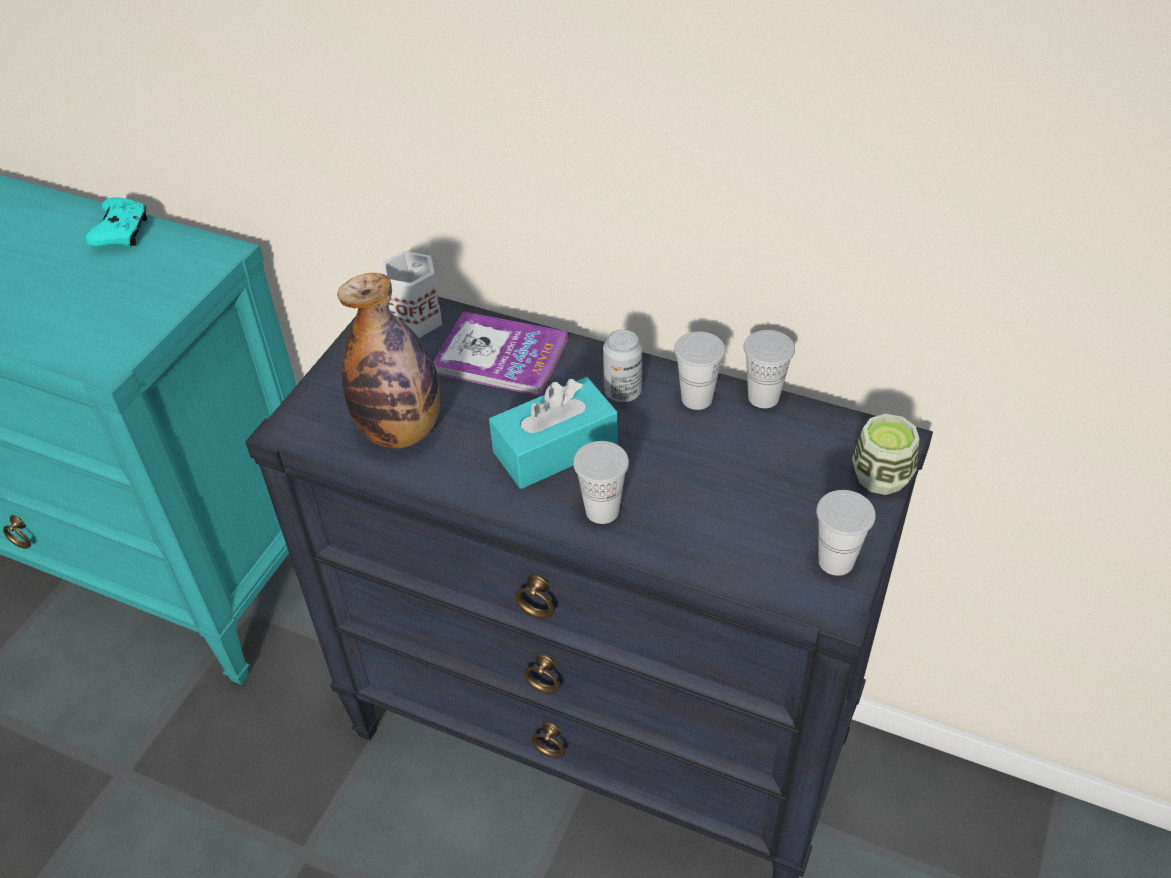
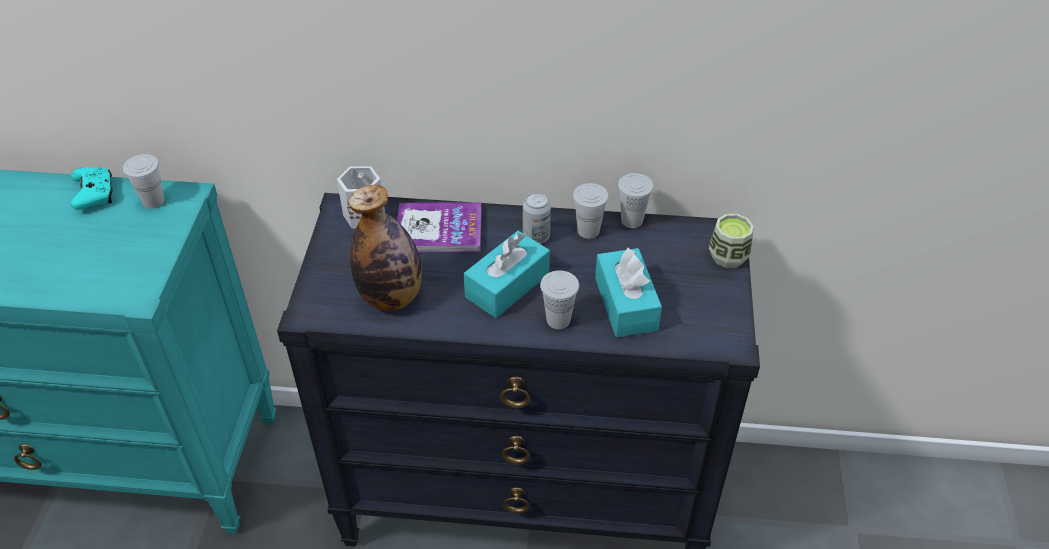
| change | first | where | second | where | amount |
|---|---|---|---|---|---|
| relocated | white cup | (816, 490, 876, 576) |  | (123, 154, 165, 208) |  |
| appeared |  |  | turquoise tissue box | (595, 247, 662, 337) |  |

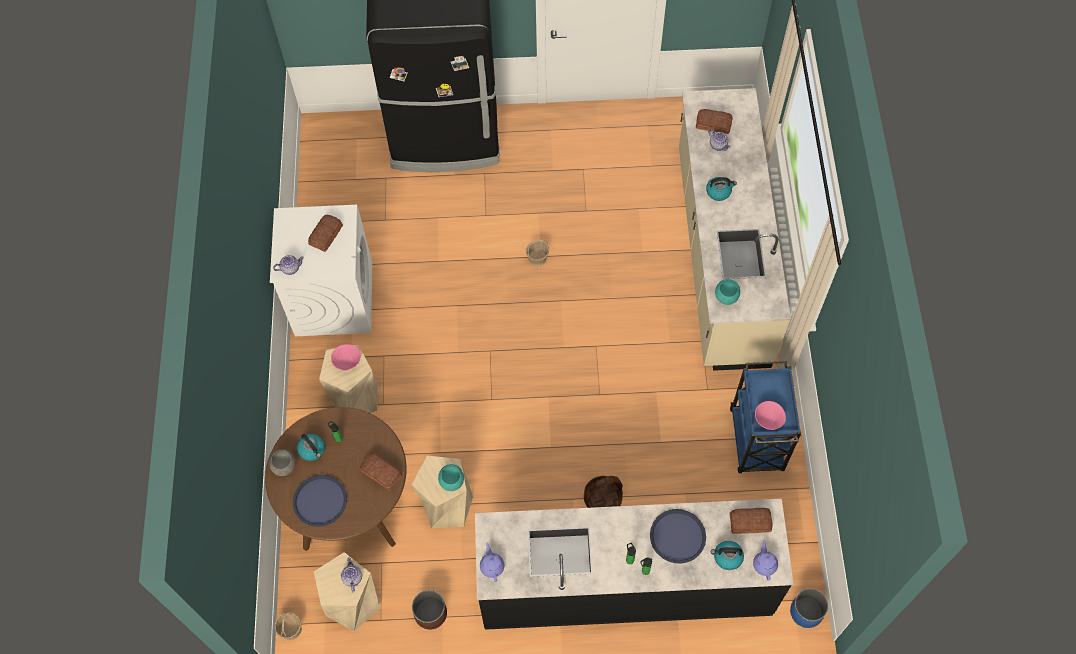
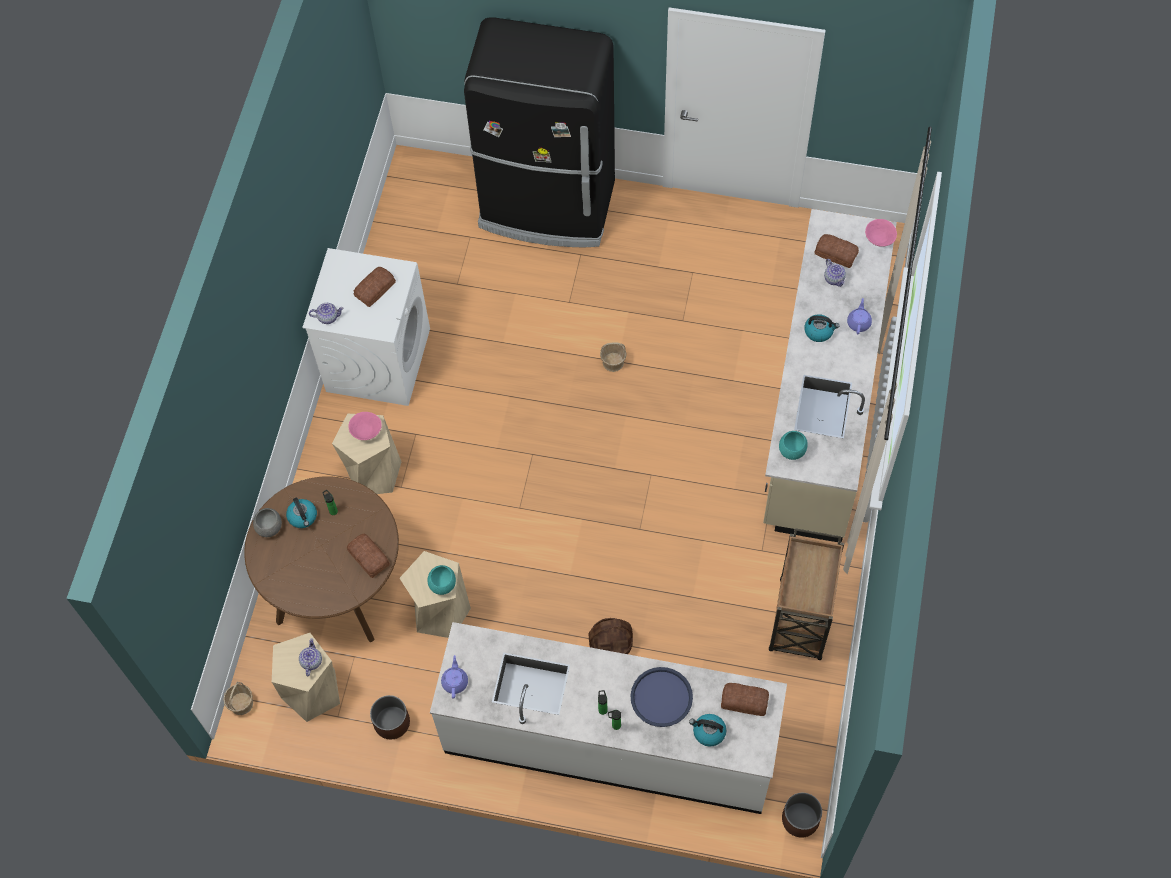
| change | first | where | second | where | amount |
|---|---|---|---|---|---|
| colour | black counter | (475, 499, 794, 630) | white counter | (430, 622, 787, 814) |  |
| colour | blue cart | (730, 361, 801, 473) | brown cart | (769, 528, 844, 660) |  |
| colour | blue planter | (790, 588, 828, 628) | brown planter | (782, 793, 822, 838) |  |
| relocated | purple teapot | (753, 540, 778, 581) |  | (847, 298, 872, 334) |  |
| relocated | pink bowl | (755, 401, 786, 430) |  | (865, 219, 897, 247) |  |
| missing | blue tray | (293, 475, 347, 527) |  |  |  |

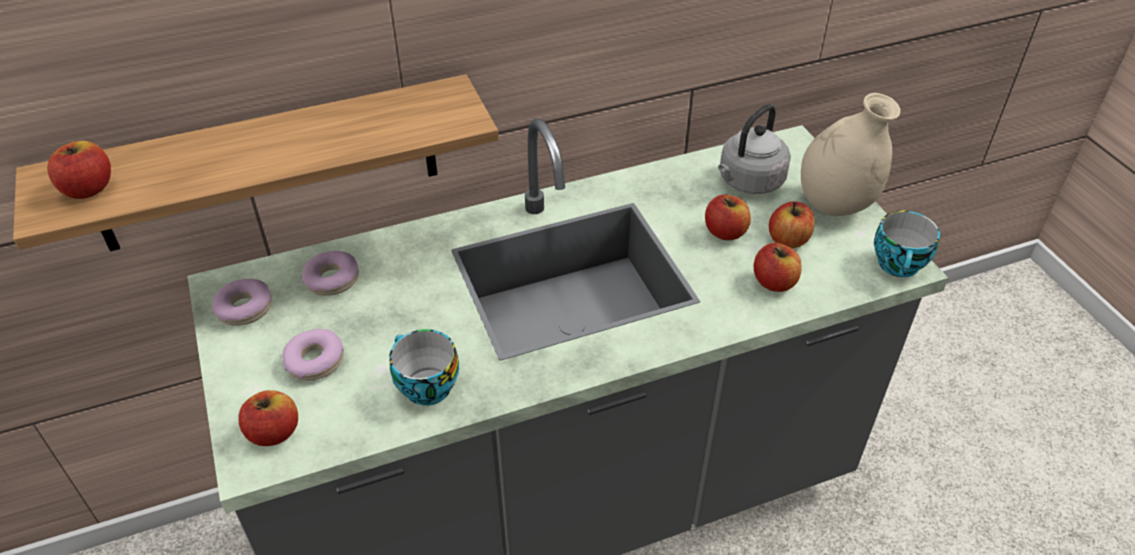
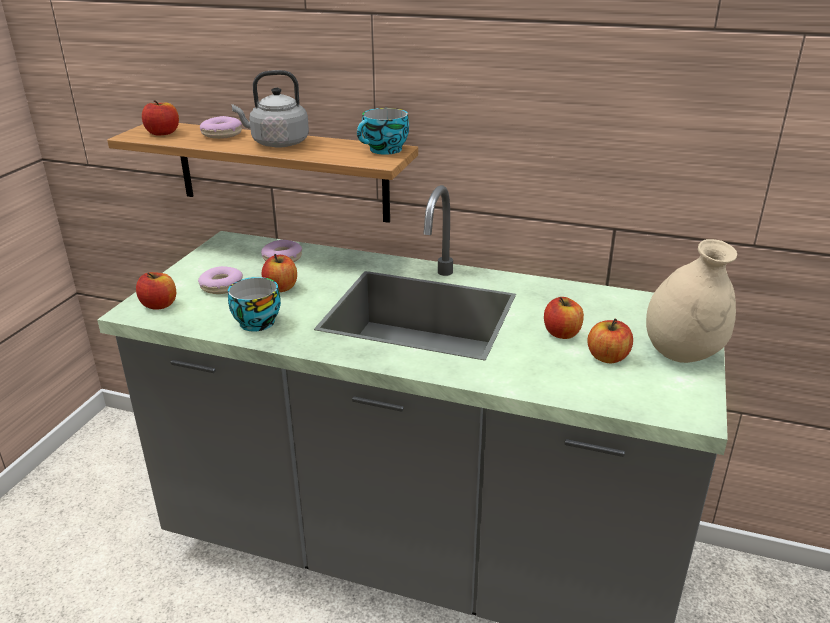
| change | first | where | second | where | amount |
|---|---|---|---|---|---|
| relocated | donut | (212, 279, 272, 326) |  | (200, 116, 242, 139) |  |
| relocated | grey kettle | (718, 104, 791, 194) |  | (232, 70, 309, 147) |  |
| relocated | apple | (754, 243, 802, 292) |  | (262, 254, 297, 292) |  |
| relocated | cup | (874, 211, 940, 277) |  | (357, 108, 409, 155) |  |

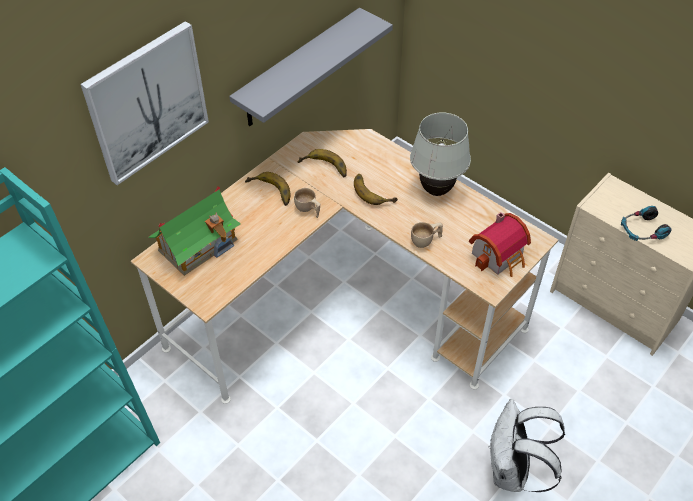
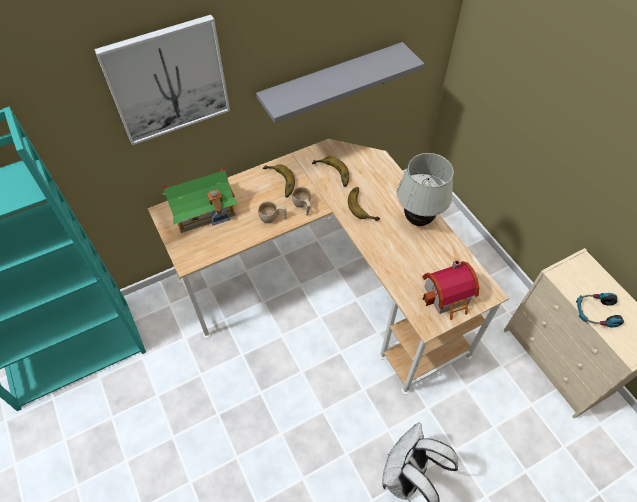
| change | first | where | second | where | amount |
|---|---|---|---|---|---|
| relocated | beige cup | (411, 222, 443, 248) |  | (258, 202, 287, 223) |  |

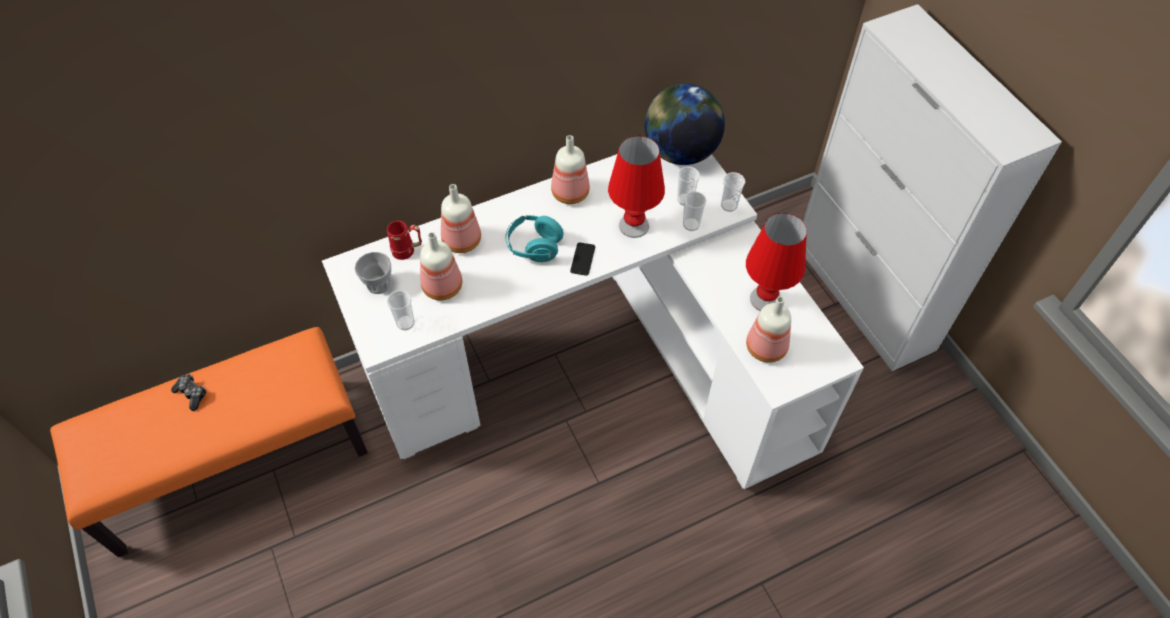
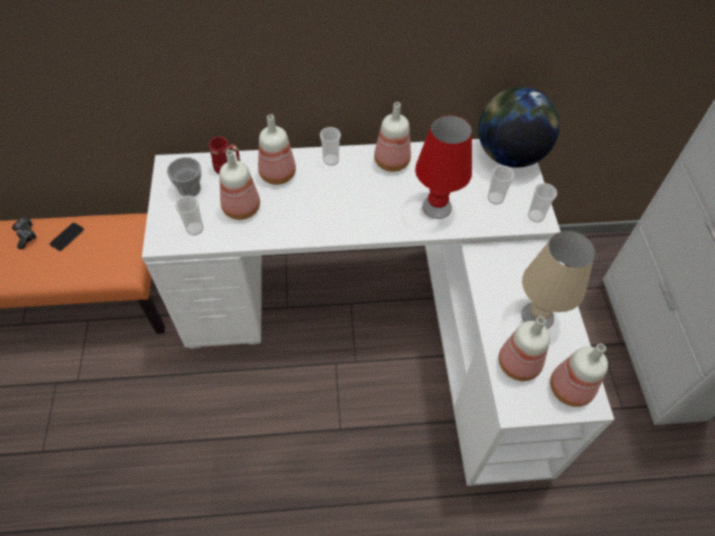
| change | first | where | second | where | amount |
|---|---|---|---|---|---|
| relocated | phone | (570, 242, 595, 276) |  | (50, 223, 84, 251) |  |
| relocated | cup | (683, 191, 706, 231) |  | (320, 127, 341, 166) |  |
| colour | red table lamp | (746, 213, 807, 311) | beige table lamp | (521, 231, 595, 329) |  |
| appeared |  |  | bottle | (550, 343, 608, 407) |  |
| missing | turquoise headphones | (505, 215, 563, 262) |  |  |  |

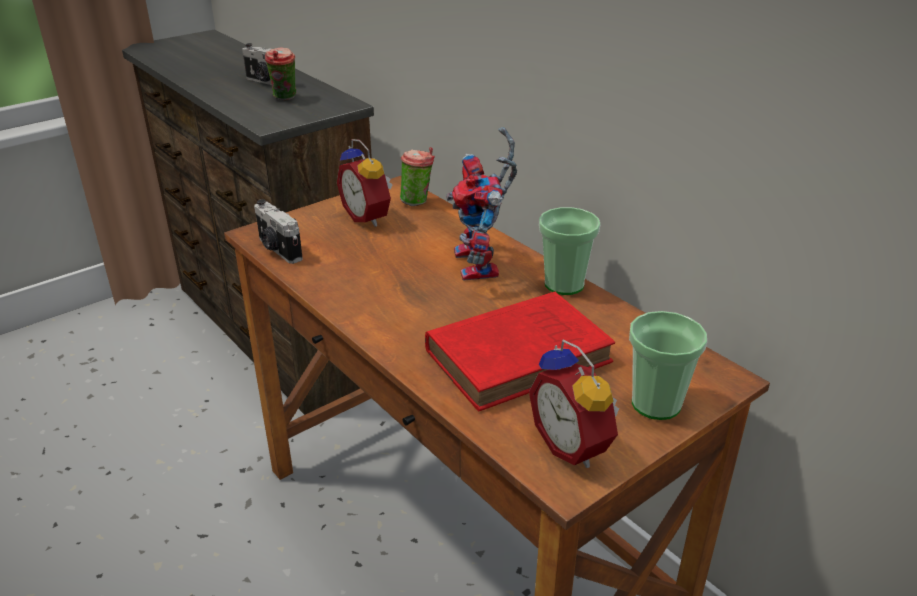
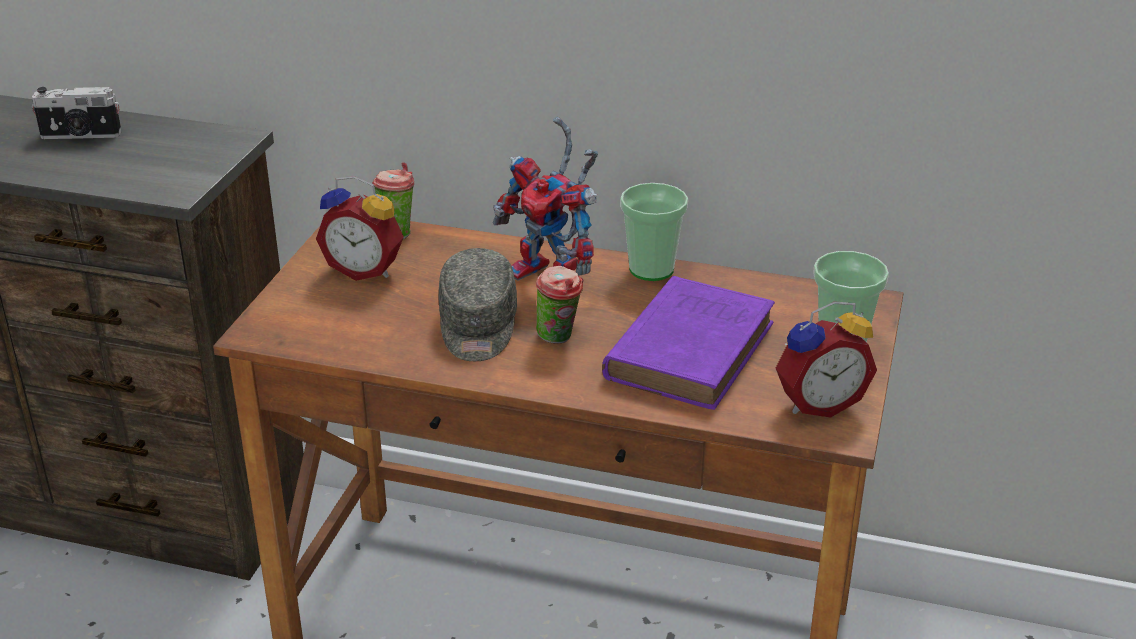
| change | first | where | second | where | amount |
|---|---|---|---|---|---|
| appeared |  |  | grey cap | (438, 248, 517, 361) |  |
| relocated | cup | (265, 47, 296, 100) |  | (536, 266, 583, 344) |  |
| colour | red book | (425, 292, 615, 411) | purple book | (602, 276, 775, 410) |  |
| spun | alarm clock | (529, 339, 619, 468) |  | (775, 301, 877, 418) | 45 degrees counterclockwise |
| missing | photo camera | (254, 199, 303, 264) |  |  |  |

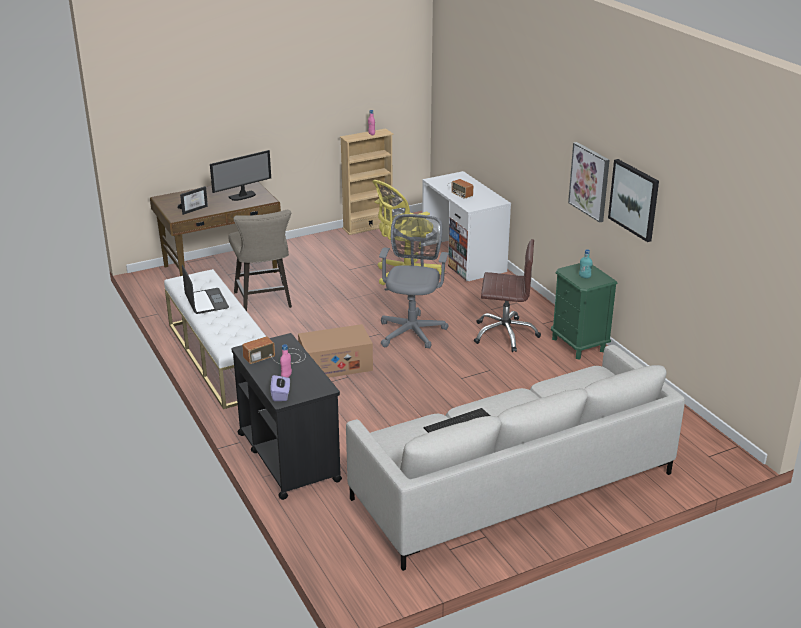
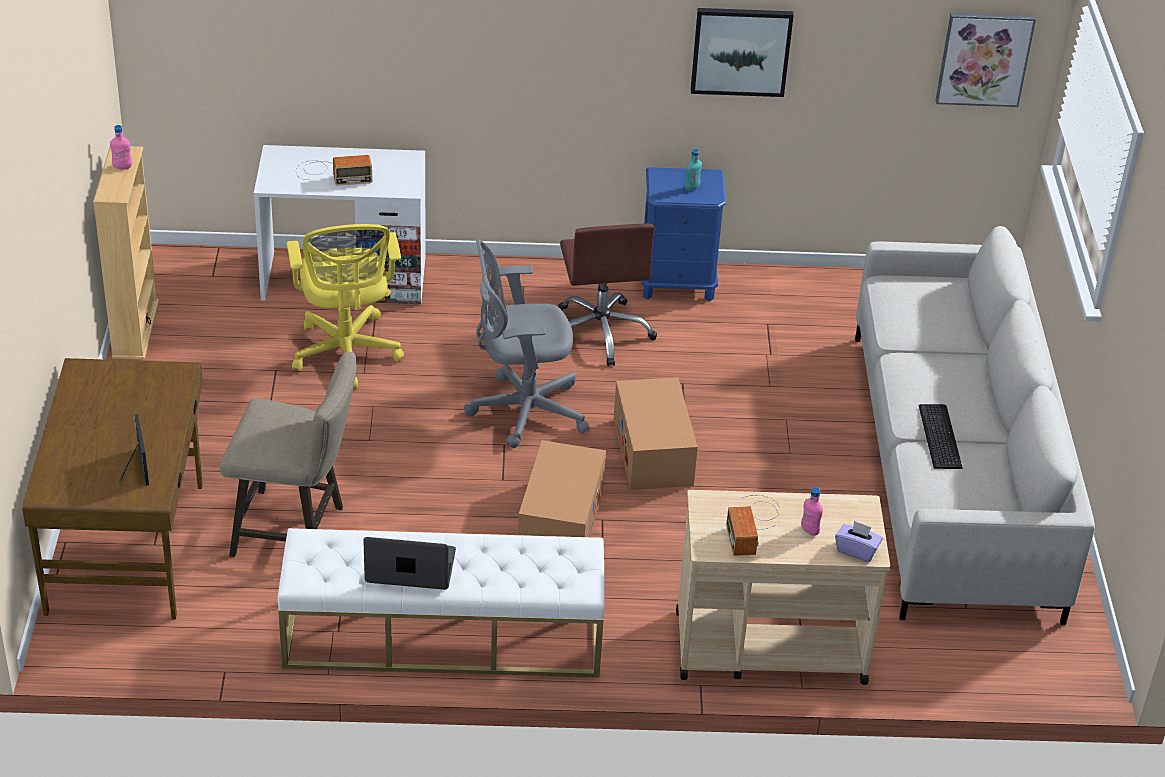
| change | first | where | second | where | amount |
|---|---|---|---|---|---|
| spun | grey office chair | (379, 214, 449, 349) |  | (464, 240, 590, 448) | 45 degrees counterclockwise |
| spun | brown office chair | (474, 239, 541, 352) |  | (558, 224, 657, 366) | 135 degrees clockwise |
| appeared |  |  | cardboard box | (614, 377, 698, 490) |  |
| colour | green nightstand | (551, 263, 618, 360) | blue nightstand | (641, 167, 726, 302) |  |
| colour | black cart | (231, 333, 342, 500) | beige cart | (676, 490, 890, 685) |  |
| relocated | picture | (568, 142, 609, 223) |  | (935, 13, 1036, 107) |  |
| missing | monitor | (210, 150, 271, 201) |  |  |  |

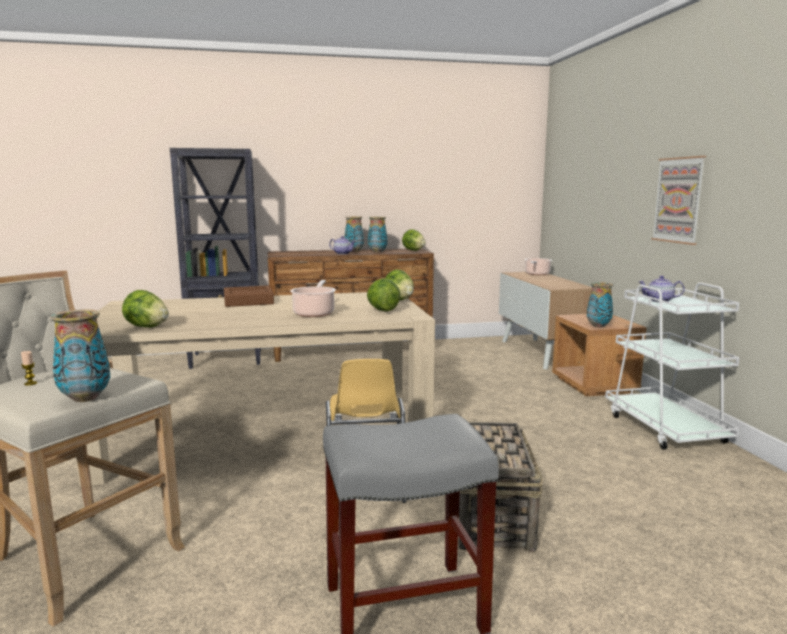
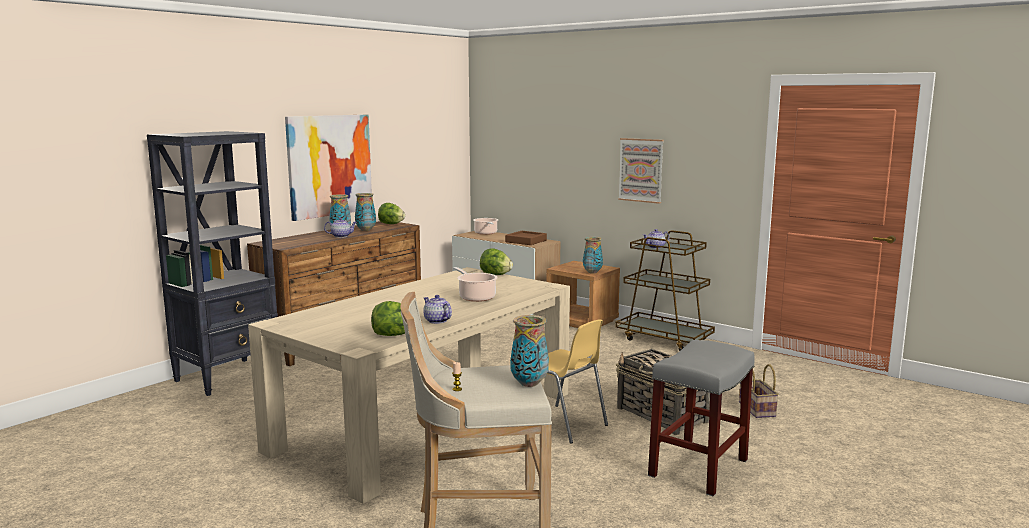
| change | first | where | second | where | amount |
|---|---|---|---|---|---|
| appeared |  |  | picture | (285, 115, 372, 221) |  |
| appeared |  |  | teapot | (423, 295, 452, 324) |  |
| relocated | brown tray | (224, 285, 274, 307) |  | (505, 231, 547, 245) |  |
| colour | white cart | (605, 282, 740, 450) | brown cart | (615, 230, 715, 351) |  |
| appeared |  |  | basket | (739, 364, 779, 418) |  |
| missing | lettuce | (367, 278, 401, 311) |  |  |  |

